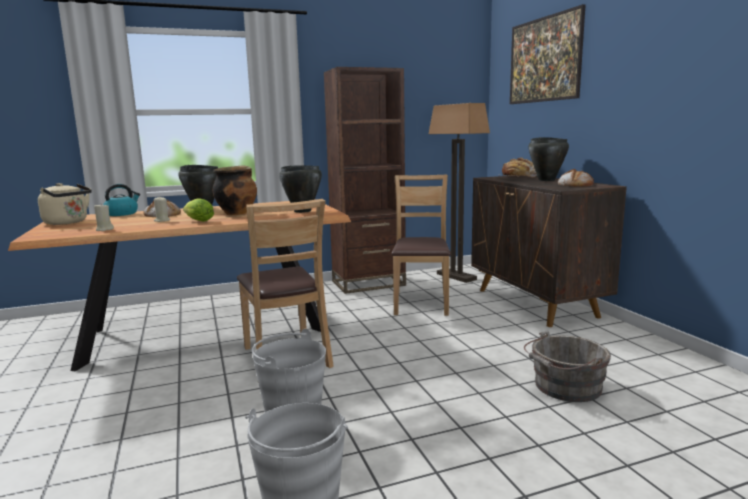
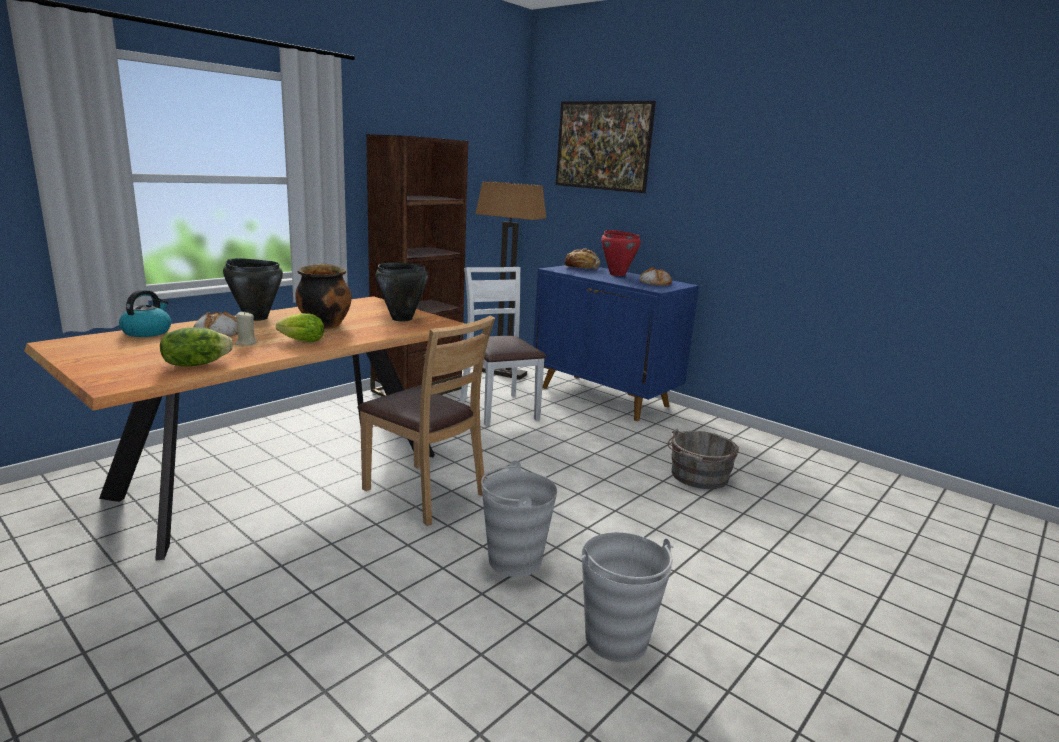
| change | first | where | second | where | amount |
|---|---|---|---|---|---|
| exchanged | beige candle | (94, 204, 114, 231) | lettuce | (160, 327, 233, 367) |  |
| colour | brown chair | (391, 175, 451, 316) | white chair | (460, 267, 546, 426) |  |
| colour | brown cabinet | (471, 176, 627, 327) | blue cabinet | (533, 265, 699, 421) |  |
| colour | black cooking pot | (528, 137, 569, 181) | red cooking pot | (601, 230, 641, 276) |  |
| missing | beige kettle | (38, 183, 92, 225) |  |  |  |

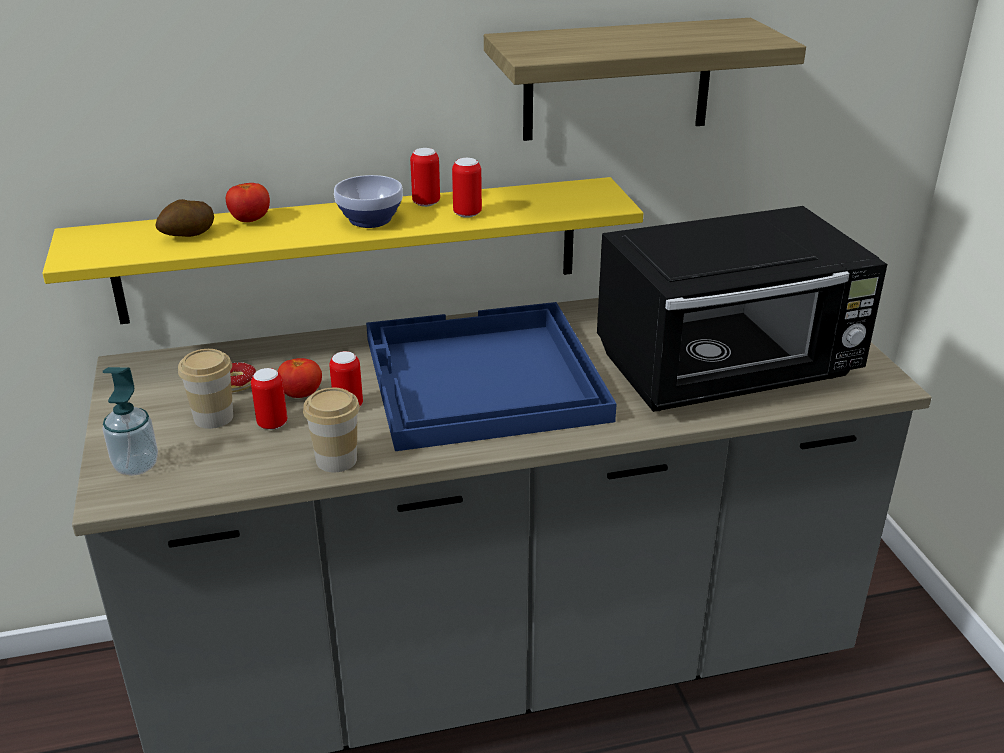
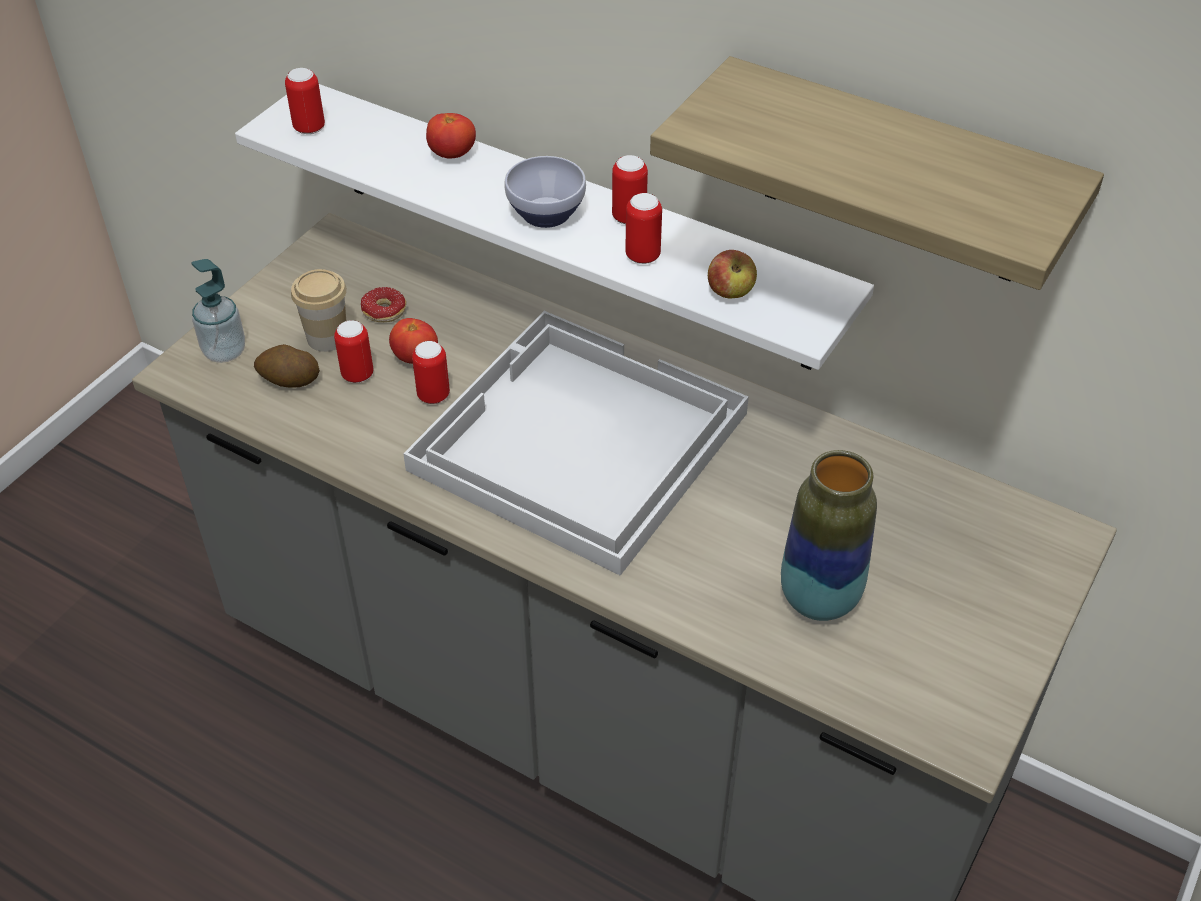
| change | first | where | second | where | amount |
|---|---|---|---|---|---|
| colour | yellow shelf | (42, 177, 643, 324) | white shelf | (235, 84, 874, 370) |  |
| relocated | potato | (155, 199, 214, 237) |  | (254, 344, 320, 388) |  |
| appeared |  |  | can | (285, 68, 325, 134) |  |
| colour | blue tray | (366, 302, 617, 451) | white tray | (403, 311, 749, 576) |  |
| appeared |  |  | apple | (708, 250, 757, 298) |  |
| exchanged | black microwave | (597, 206, 887, 412) | vase | (781, 450, 877, 621) |  |
| missing | cup | (303, 388, 360, 472) |  |  |  |

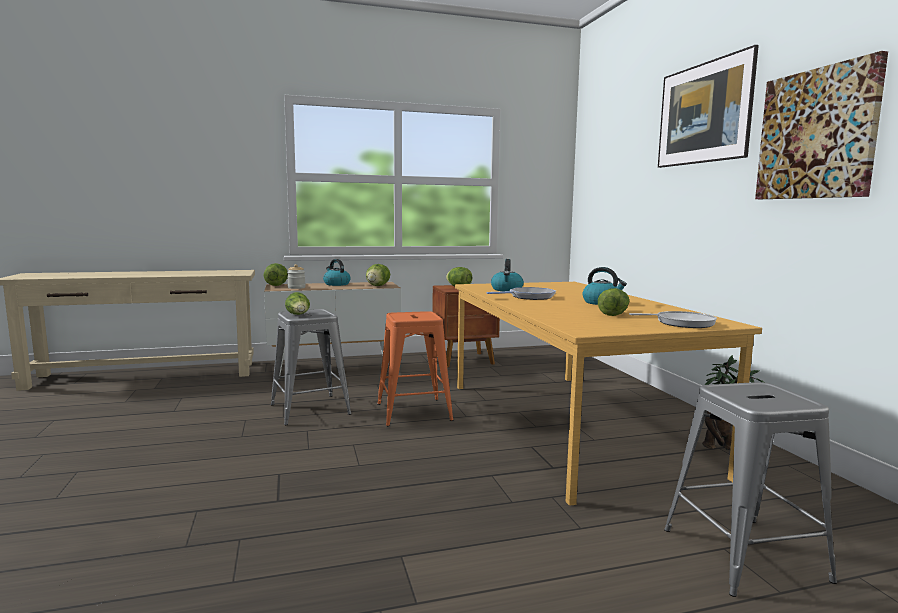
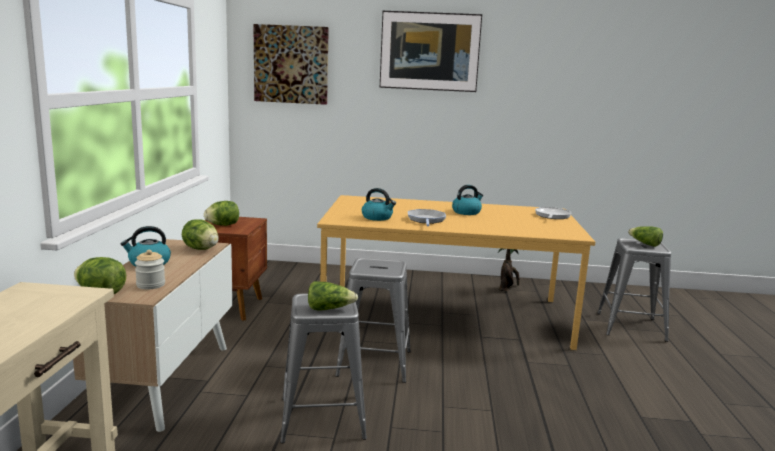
| change | first | where | second | where | amount |
|---|---|---|---|---|---|
| relocated | picture | (755, 51, 888, 199) |  | (253, 24, 329, 105) |  |
| colour | orange stool | (377, 311, 453, 426) | grey stool | (335, 258, 411, 383) |  |
| relocated | lettuce | (598, 288, 630, 316) |  | (628, 226, 663, 247) |  |

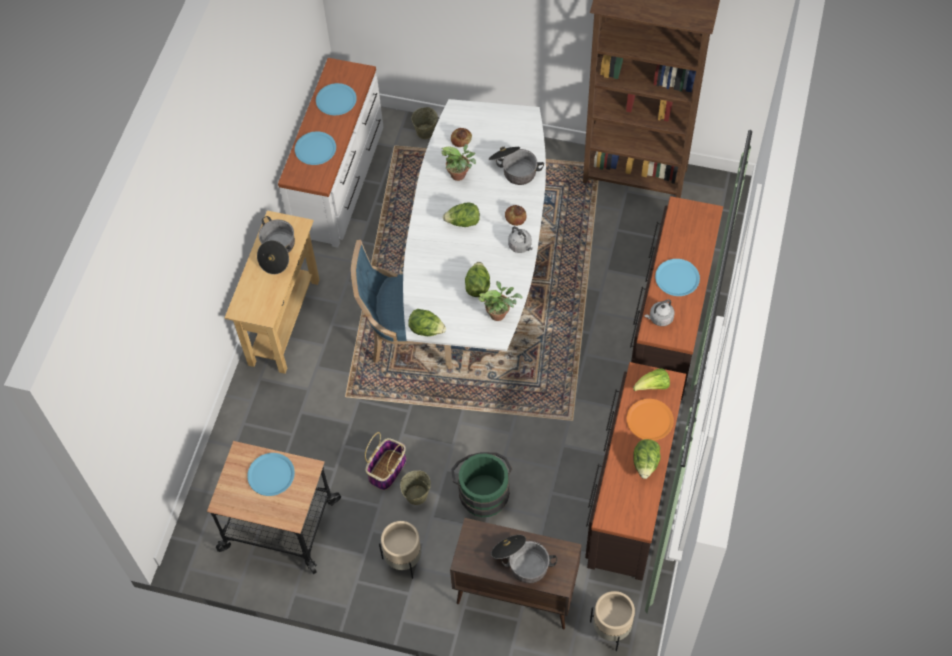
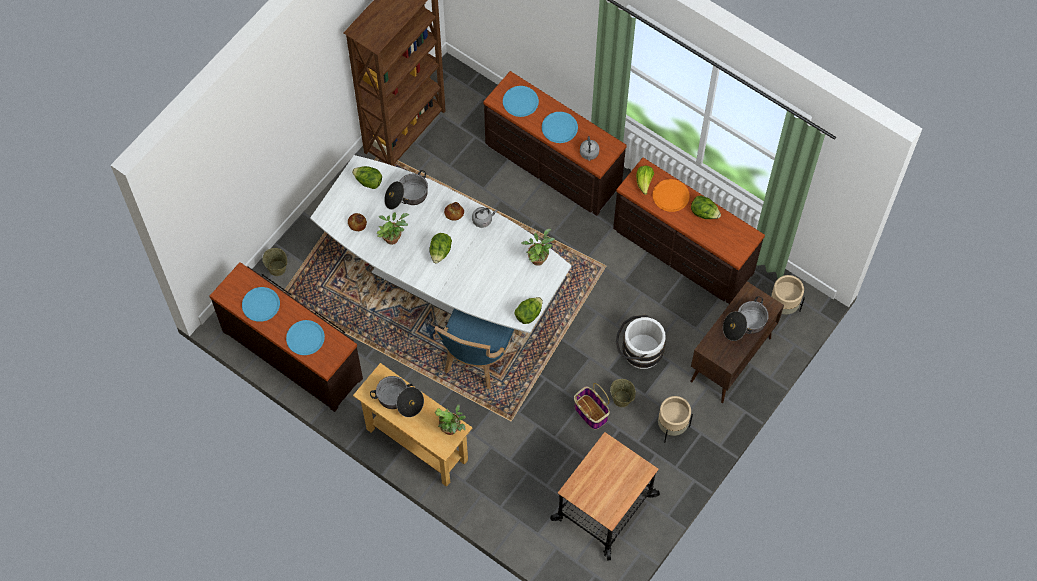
| change | first | where | second | where | amount |
|---|---|---|---|---|---|
| colour | white dresser | (278, 58, 384, 248) | brown dresser | (209, 262, 363, 412) |  |
| relocated | lettuce | (465, 262, 490, 297) |  | (352, 166, 382, 189) |  |
| appeared |  |  | potted plant | (435, 404, 466, 435) |  |
| relocated | blue plate | (247, 453, 295, 496) |  | (503, 86, 539, 117) |  |
| colour | green bucket | (451, 452, 512, 517) | white bucket | (616, 314, 666, 369) |  |

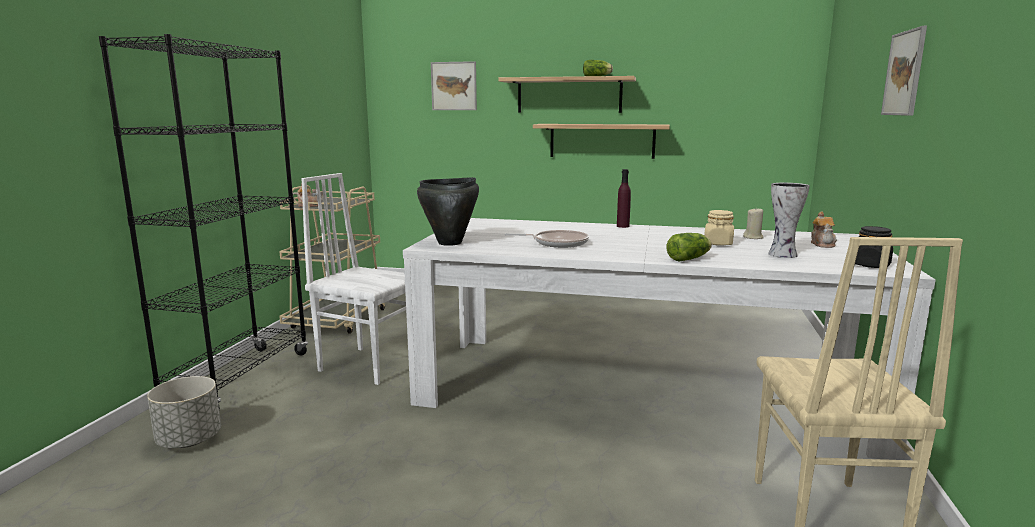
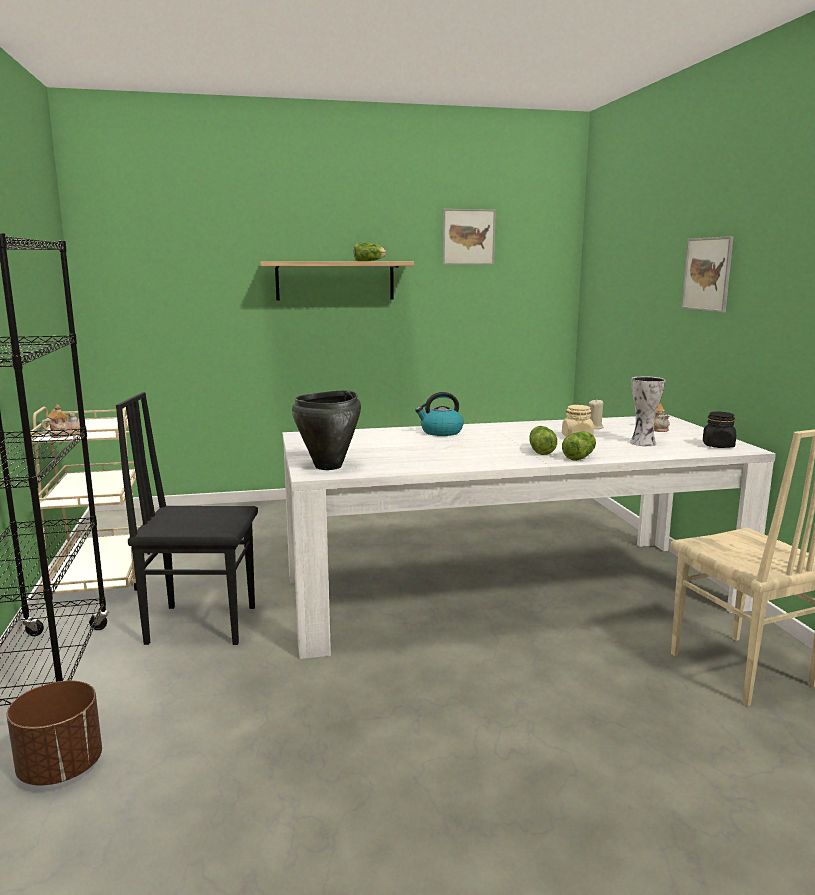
| change | first | where | second | where | amount |
|---|---|---|---|---|---|
| colour | grey planter | (147, 376, 221, 448) | brown planter | (6, 680, 102, 786) |  |
| colour | white chair | (301, 173, 406, 385) | black chair | (116, 392, 258, 645) |  |
| appeared |  |  | kettle | (415, 392, 464, 436) |  |
| relocated | picture | (431, 61, 477, 110) |  | (443, 209, 496, 265) |  |
| appeared |  |  | lettuce | (529, 426, 557, 455) |  |
| missing | frying pan | (505, 230, 589, 248) |  |  |  |
| missing | shelf | (533, 124, 670, 159) |  |  |  |
| missing | purple bottle | (617, 169, 631, 228) |  |  |  |

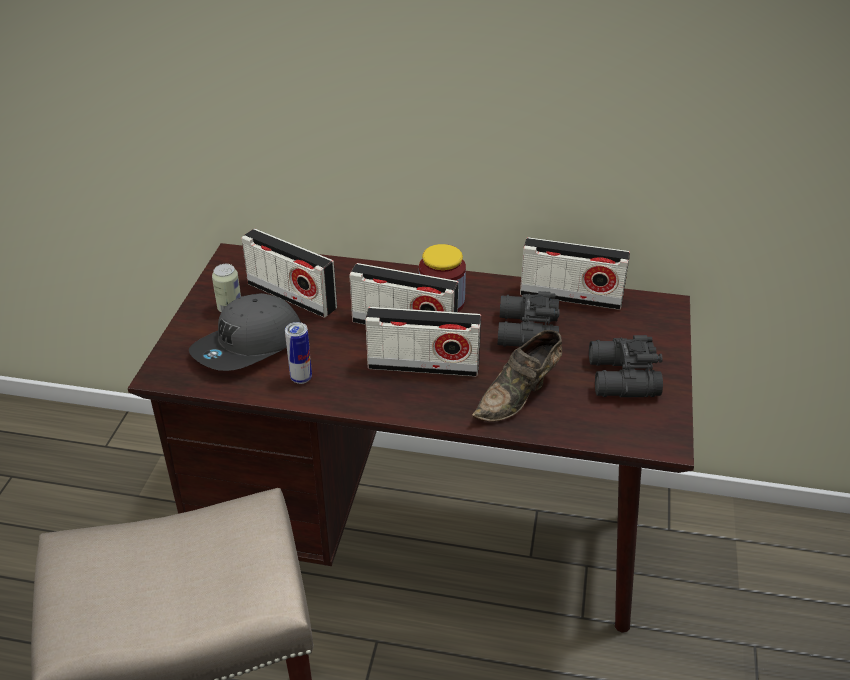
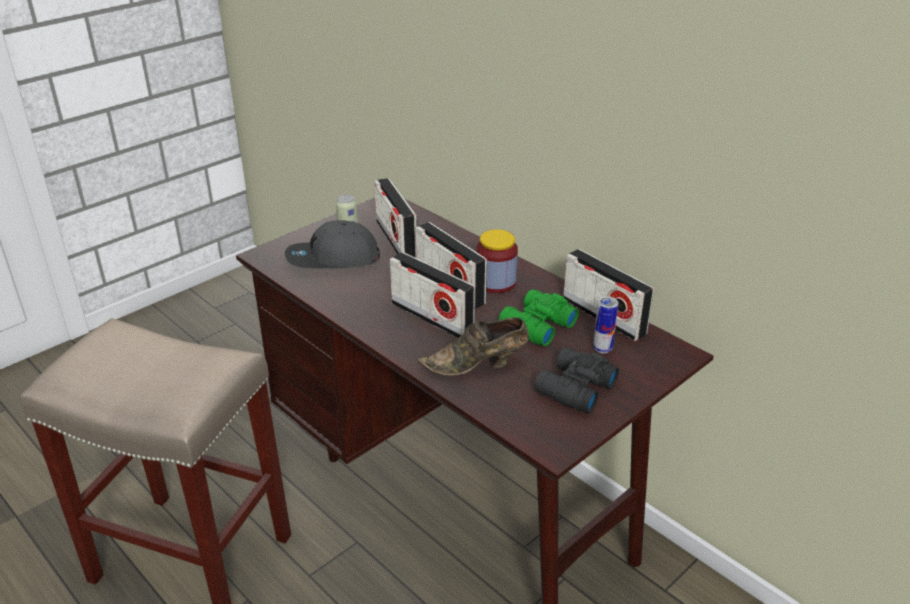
| change | first | where | second | where | amount |
|---|---|---|---|---|---|
| colour | black binoculars | (497, 291, 560, 347) | green binoculars | (499, 289, 579, 346) |  |
| relocated | can | (285, 322, 312, 384) |  | (593, 296, 618, 354) |  |

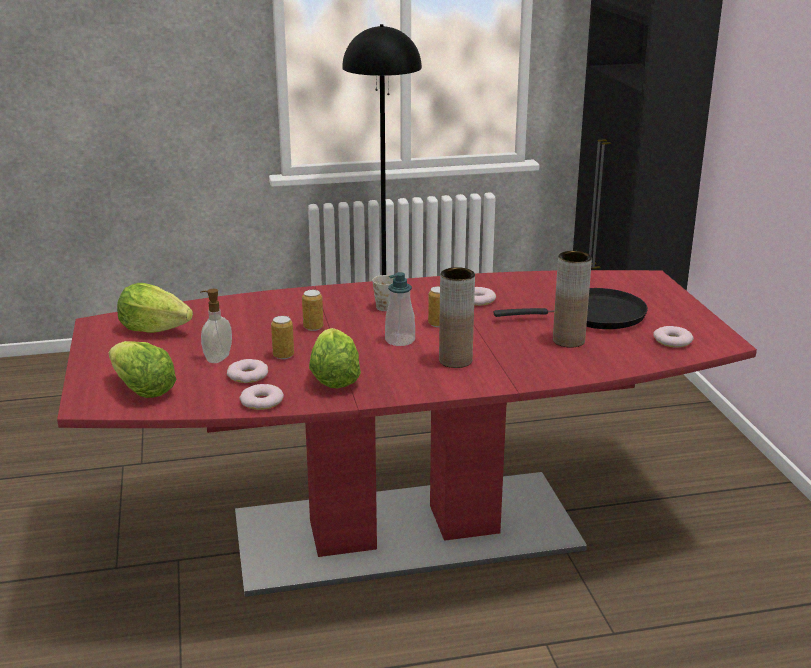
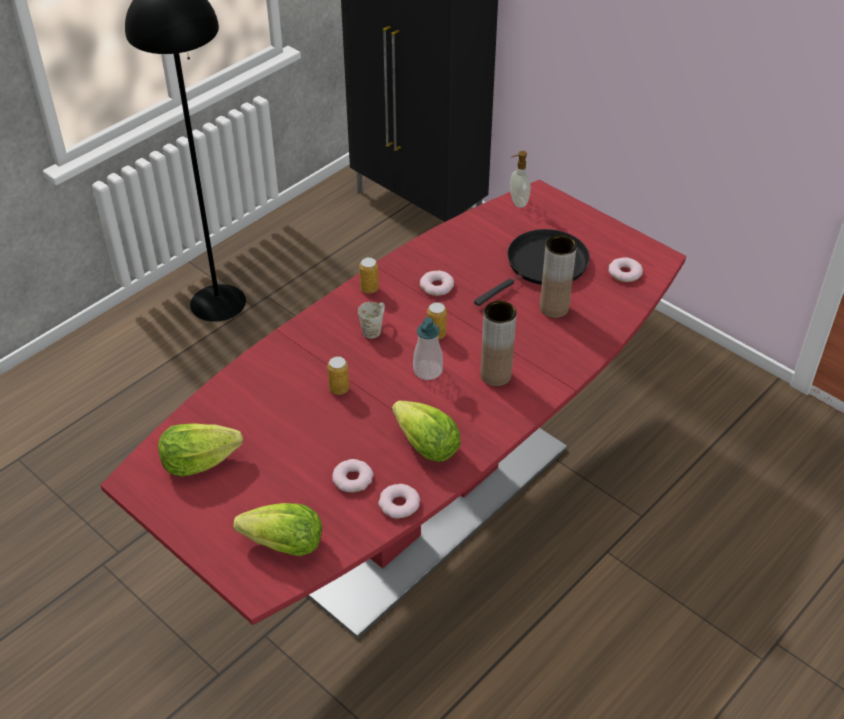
| change | first | where | second | where | amount |
|---|---|---|---|---|---|
| relocated | can | (271, 316, 294, 359) |  | (359, 257, 379, 294) |  |
| relocated | soap dispenser | (200, 289, 232, 363) |  | (510, 151, 531, 208) |  |

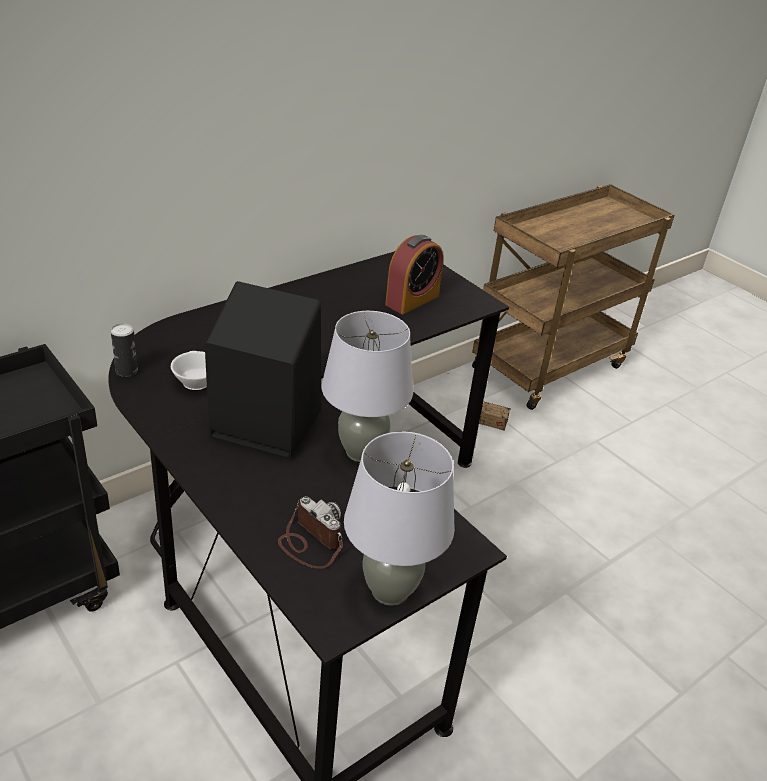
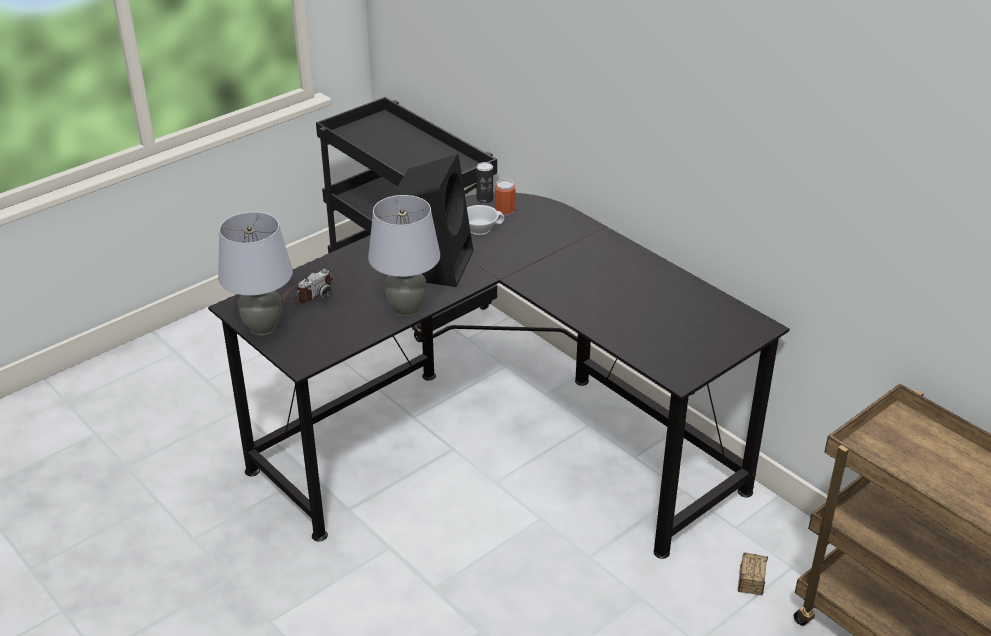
| change | first | where | second | where | amount |
|---|---|---|---|---|---|
| appeared |  |  | can | (495, 179, 515, 215) |  |
| missing | alarm clock | (385, 235, 444, 314) |  |  |  |

